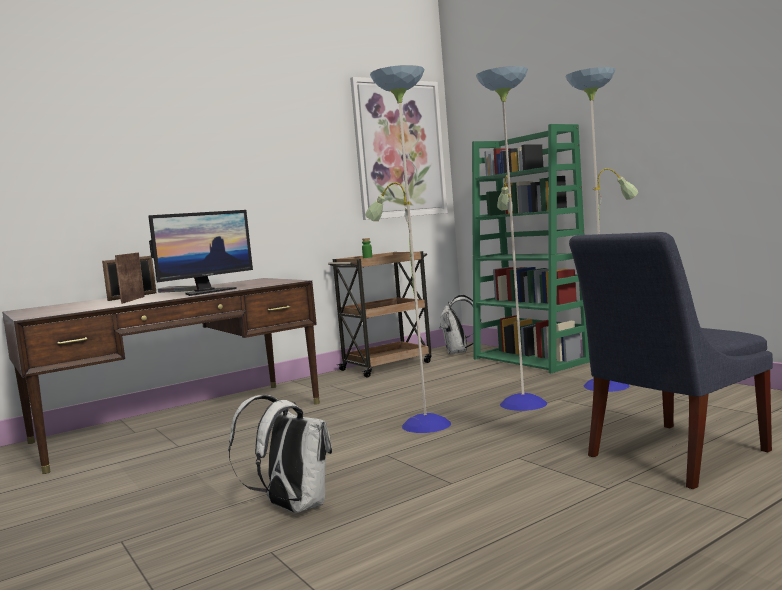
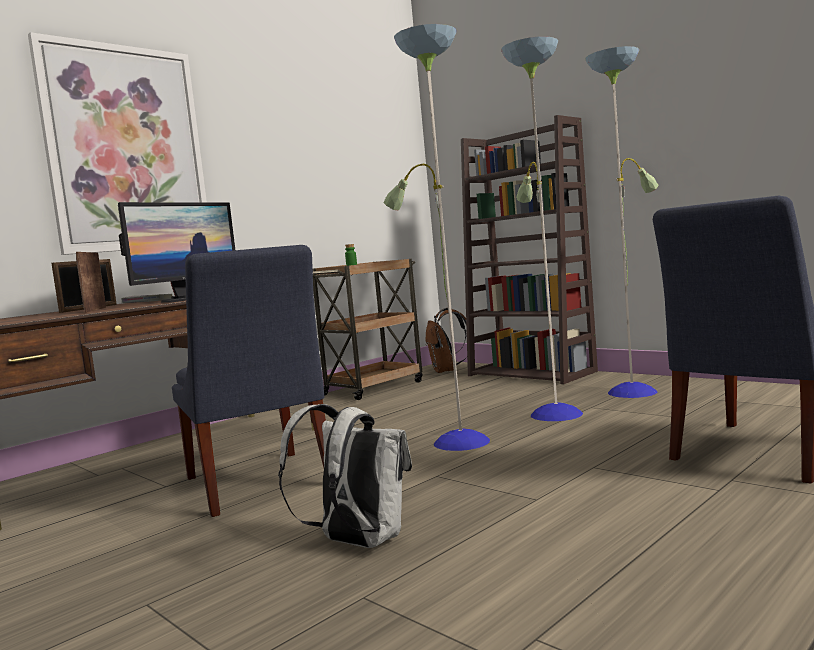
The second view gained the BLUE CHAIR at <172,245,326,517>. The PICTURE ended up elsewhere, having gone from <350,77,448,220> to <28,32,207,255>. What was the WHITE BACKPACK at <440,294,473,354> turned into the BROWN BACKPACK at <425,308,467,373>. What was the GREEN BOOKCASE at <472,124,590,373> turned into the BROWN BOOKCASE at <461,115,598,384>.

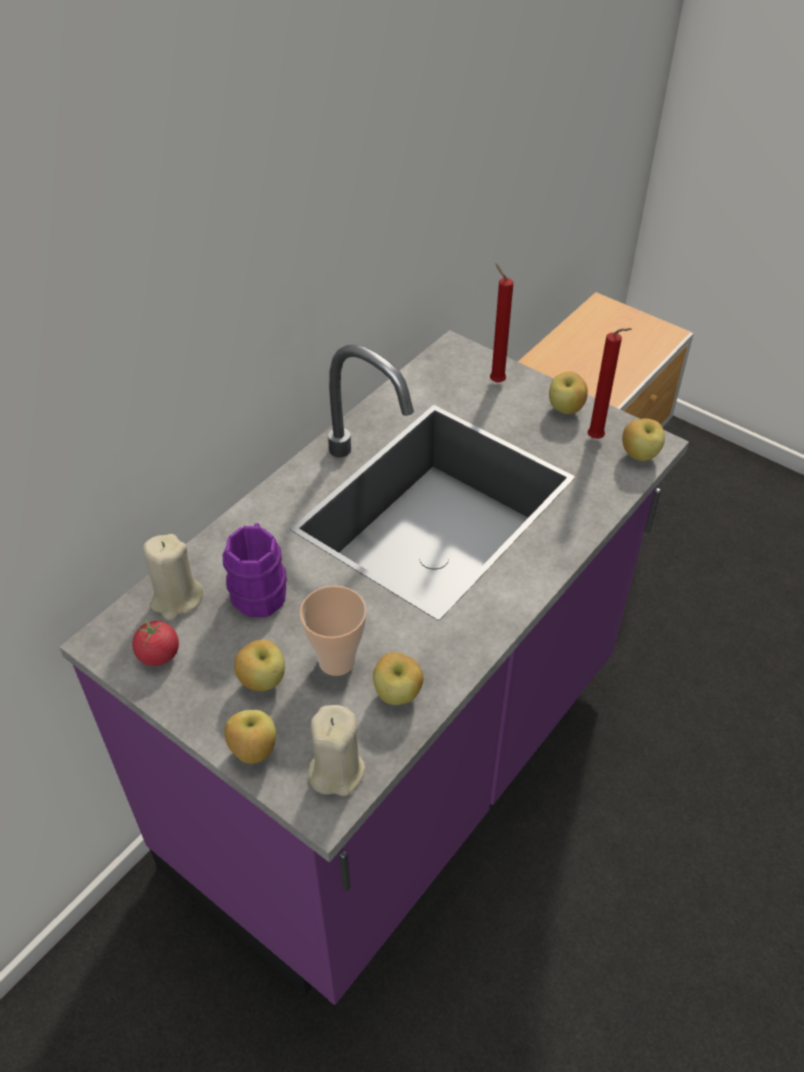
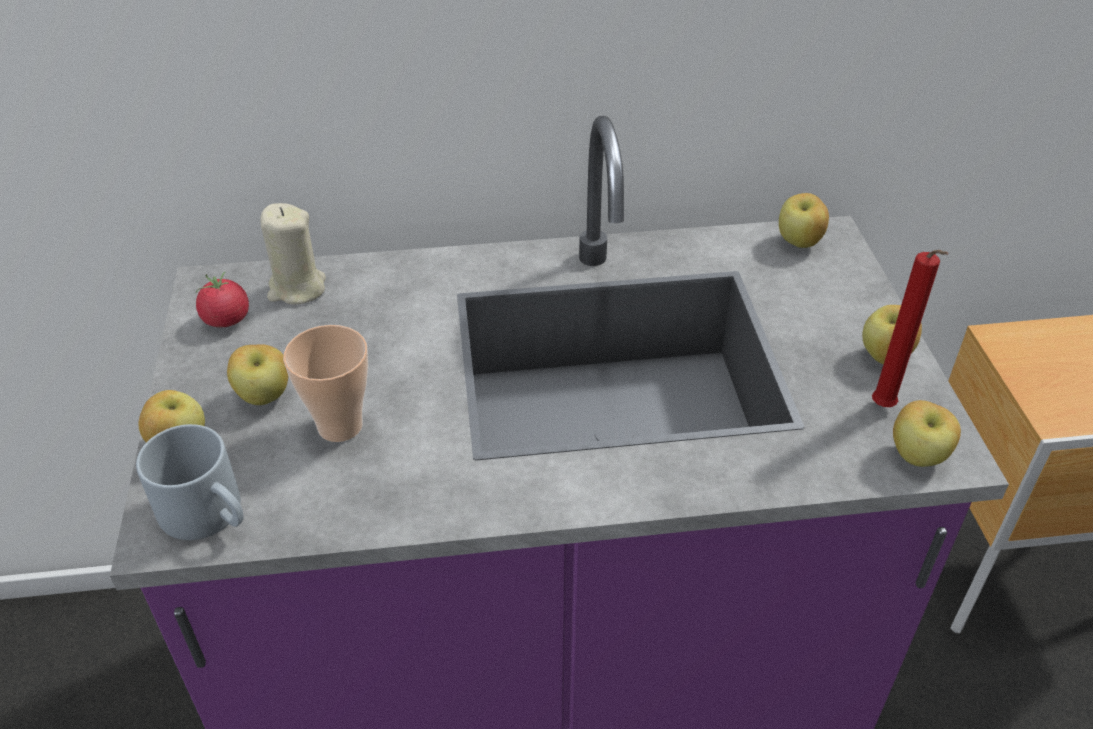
The second view lost the PURPLE MUG at <223,523,287,617>. The second view lost the RED CANDLE at <490,263,513,383>. The APPLE ended up elsewhere, having gone from <373,652,424,705> to <779,193,829,248>. Where the BEIGE CANDLE stood at <309,705,365,796>, the GREY MUG came to stand at <136,424,244,540>.

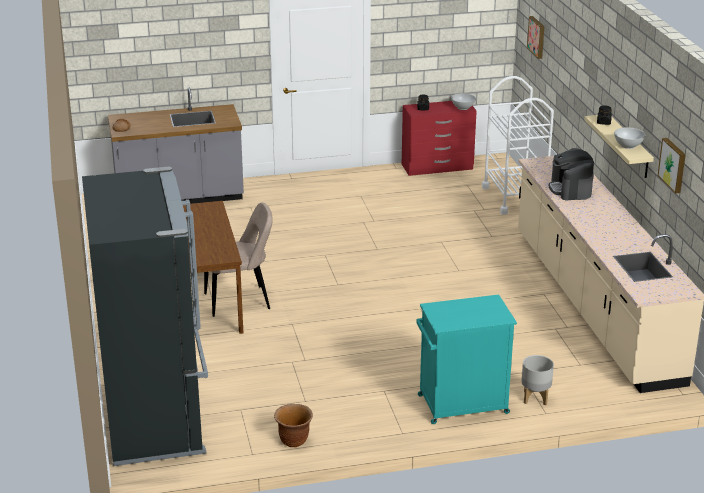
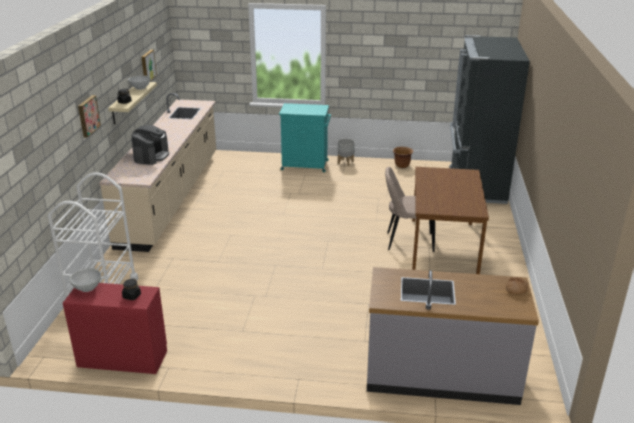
The GREY PLANTER ended up elsewhere, having gone from <521,355,554,405> to <338,138,355,166>. The PICTURE ended up elsewhere, having gone from <527,16,545,59> to <78,95,101,138>.

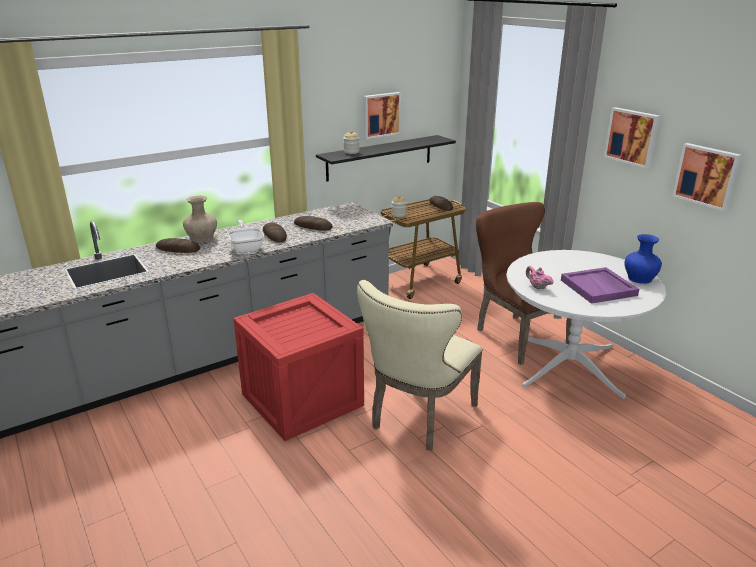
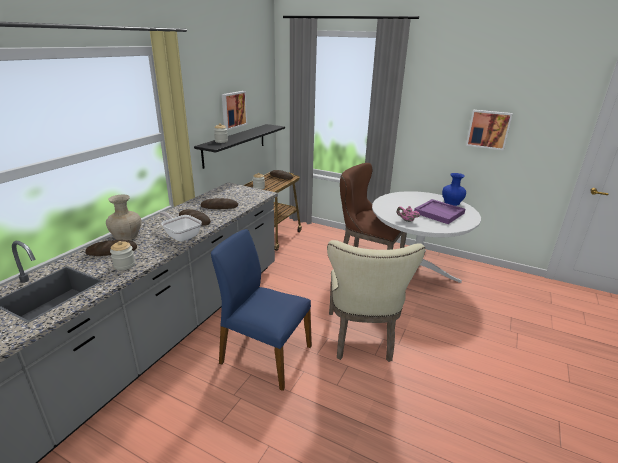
The second view lost the PICTURE at <604,107,660,168>. The second view gained the JAR at <110,241,135,270>. Where the CRATE stood at <233,293,364,441>, the BLUE CHAIR came to stand at <211,229,312,391>.

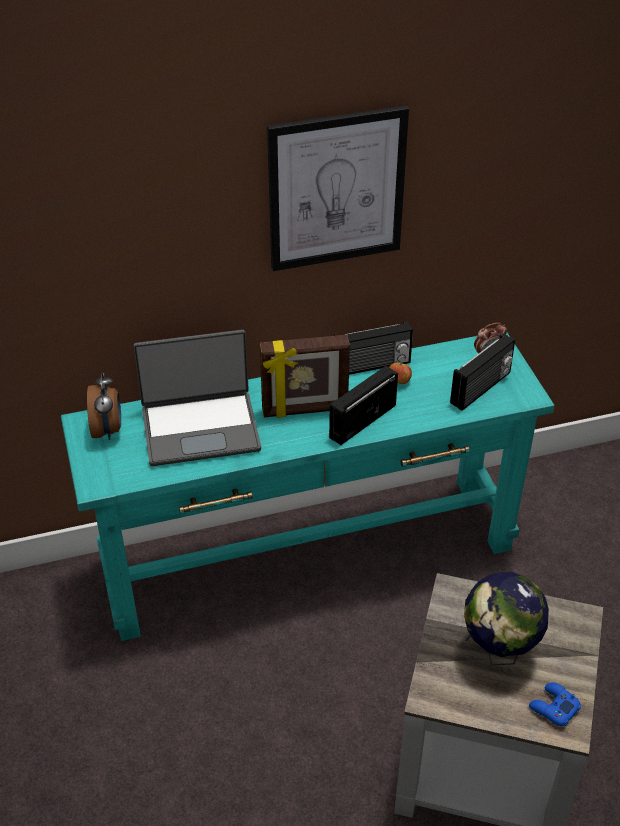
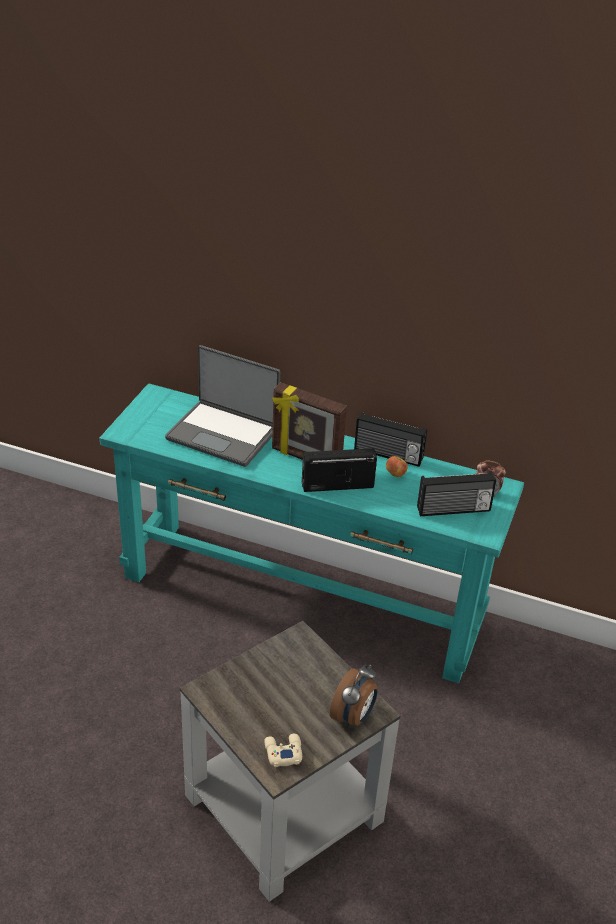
The second view lost the PICTURE at <267,105,409,271>. The second view lost the GLOBE at <464,572,549,665>. The ALARM CLOCK ended up elsewhere, having gone from <87,373,121,440> to <330,664,377,728>. What was the BLUE GAME CONTROLLER at <529,682,581,726> turned into the BEIGE GAME CONTROLLER at <264,734,302,767>.

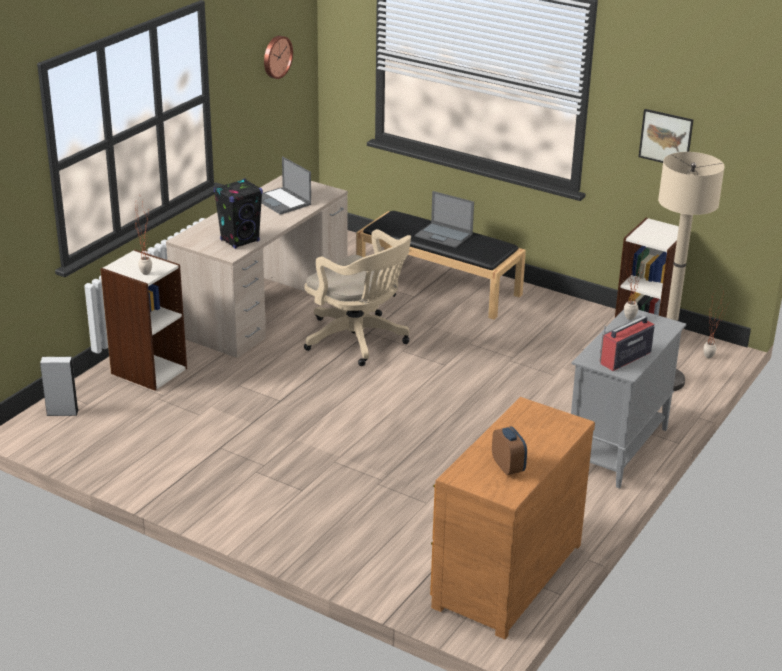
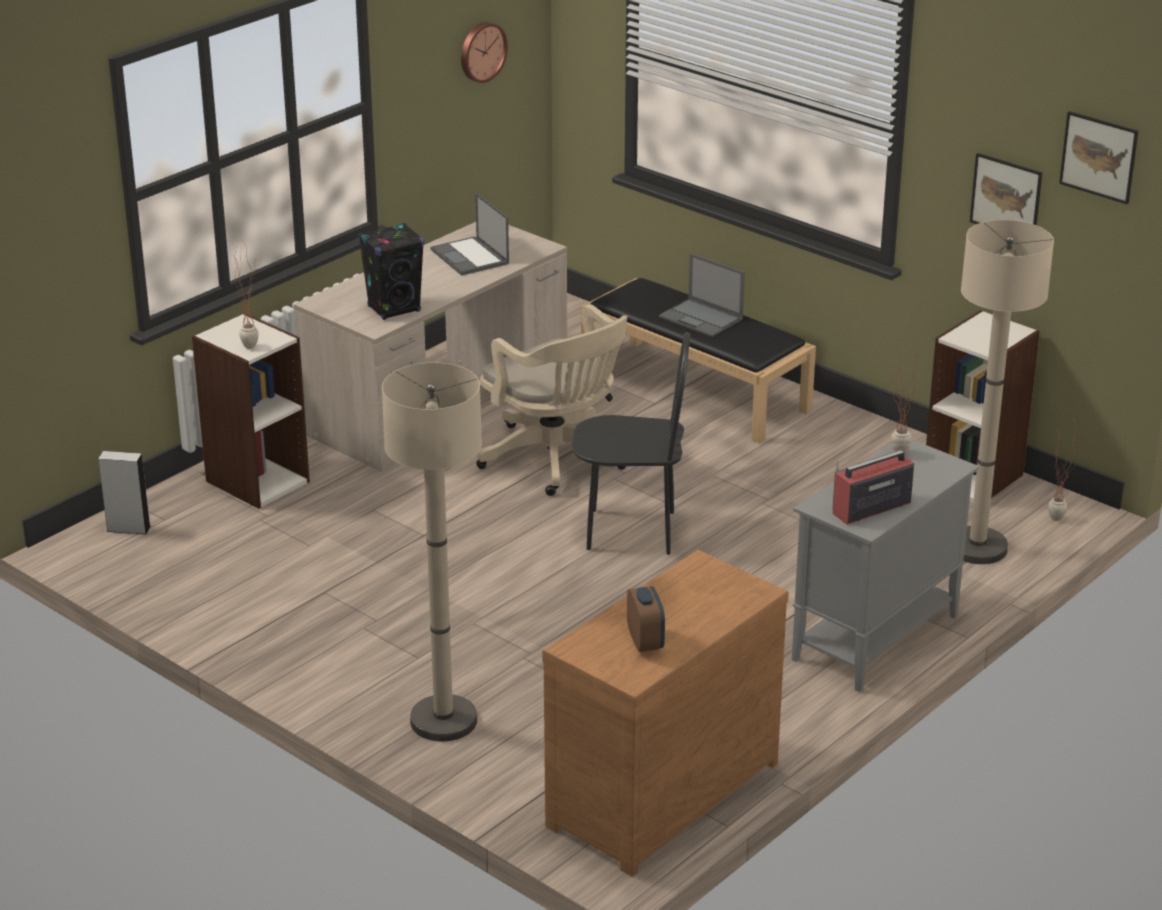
The second view gained the BEIGE FLOOR LAMP at <382,362,482,742>. The second view gained the BLACK CHAIR at <572,332,690,555>. The second view gained the PICTURE at <1059,111,1138,204>.

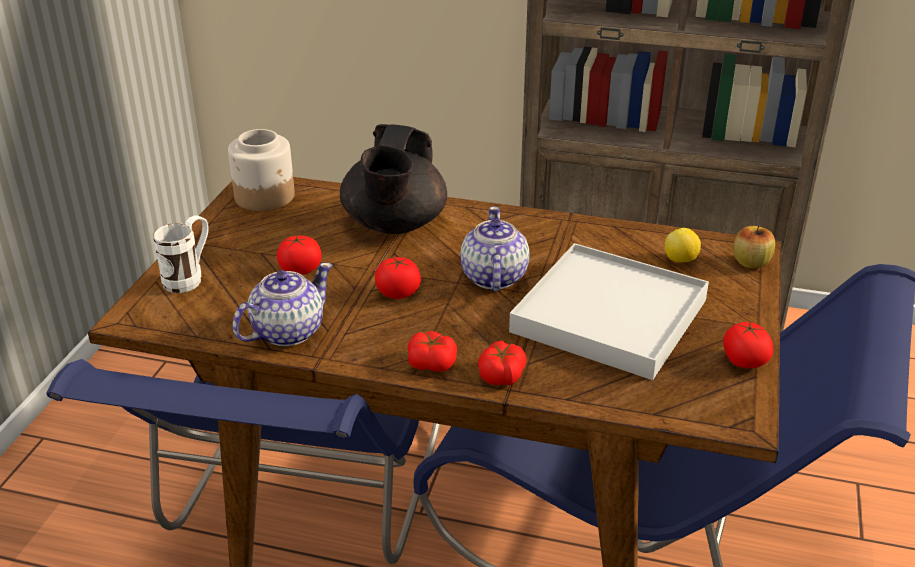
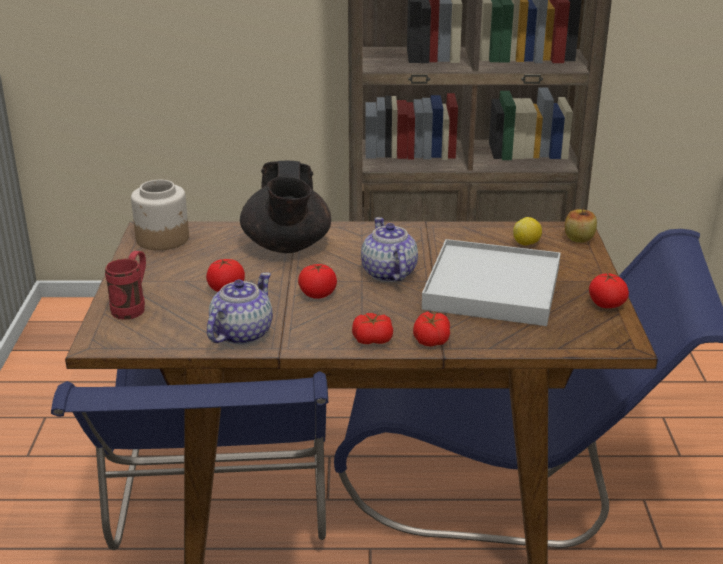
What was the WHITE MUG at <153,216,209,293> turned into the RED MUG at <105,251,146,320>.

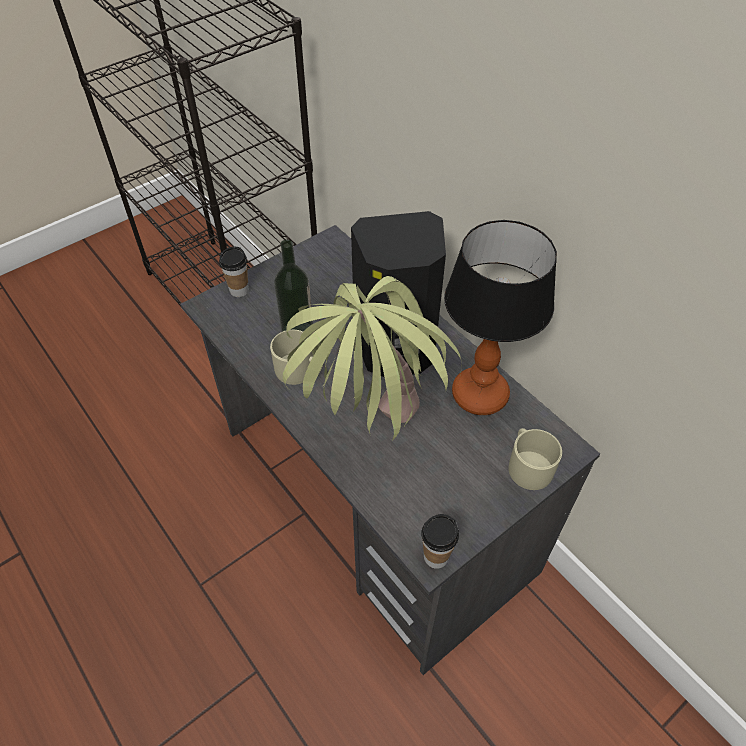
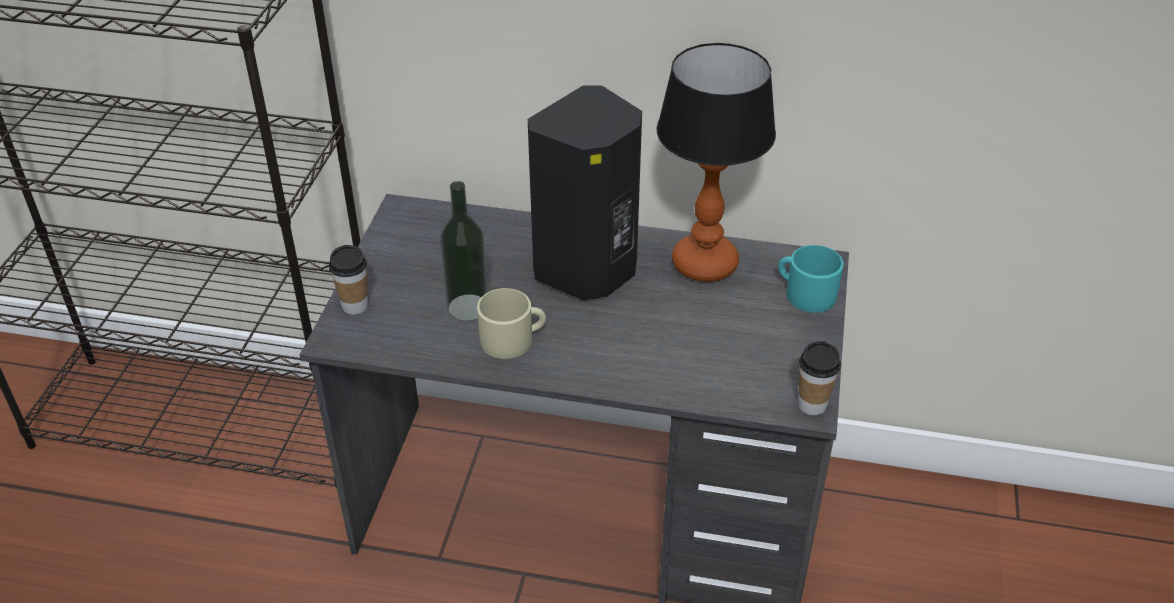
The second view lost the POTTED PLANT at <283,276,462,441>. What was the BEIGE MUG at <509,428,562,490> turned into the TURQUOISE MUG at <778,245,843,313>.

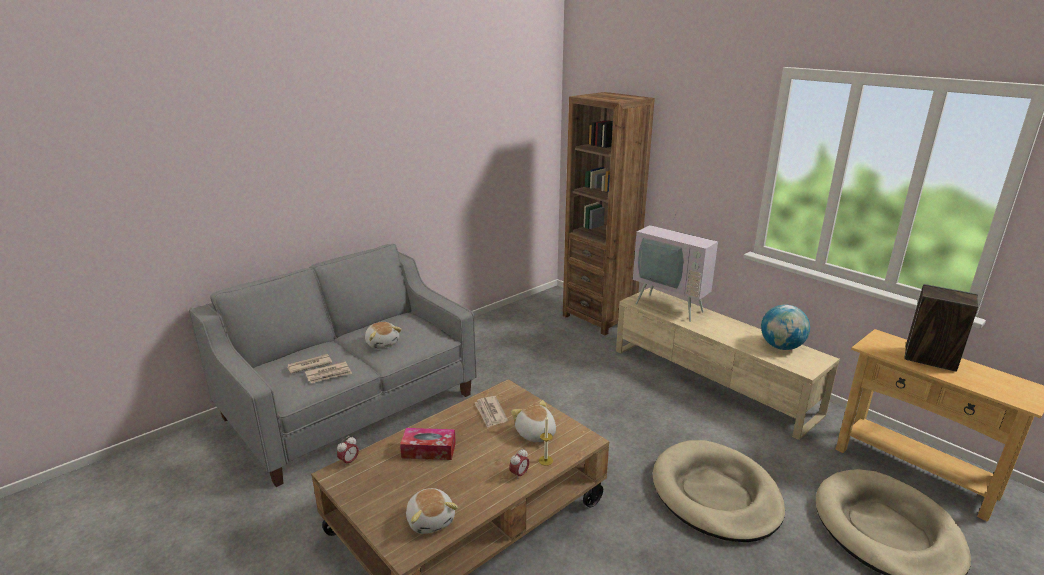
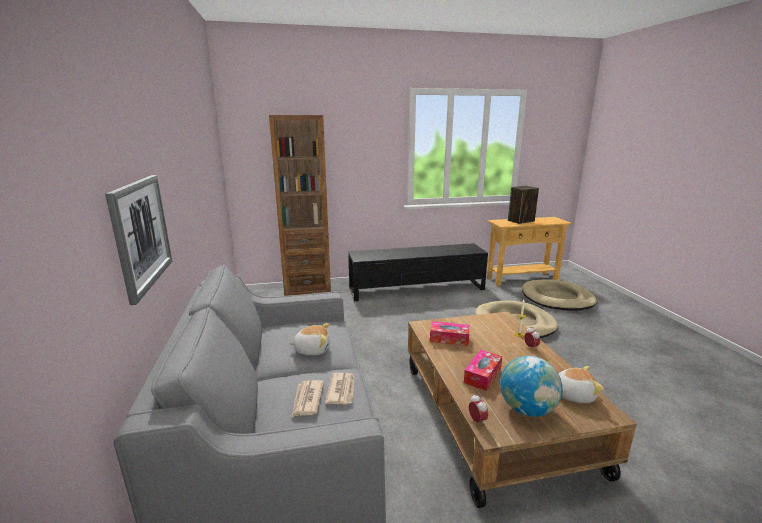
The second view lost the PLUSH TOY at <511,400,556,442>. The second view lost the TELEVISION at <633,194,718,322>. The second view gained the PICTURE at <105,175,172,305>. The GLOBE ended up elsewhere, having gone from <761,305,810,350> to <500,356,563,417>. Where the NEWSPAPER stood at <475,396,508,428>, the TISSUE BOX came to stand at <430,321,469,346>. What was the BEIGE TV STAND at <616,288,840,440> turned into the BLACK TV STAND at <348,243,488,301>.

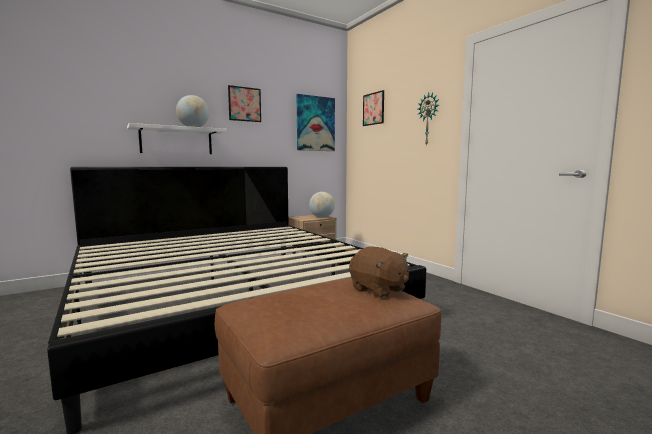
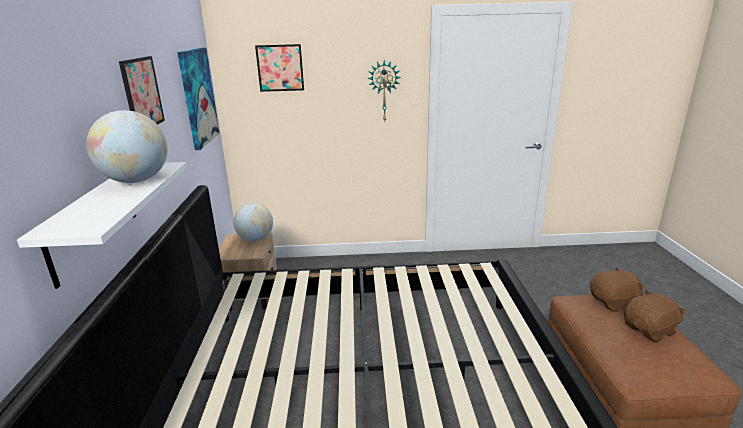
The second view gained the BROWN PLUSH TOY at <624,290,687,343>.

